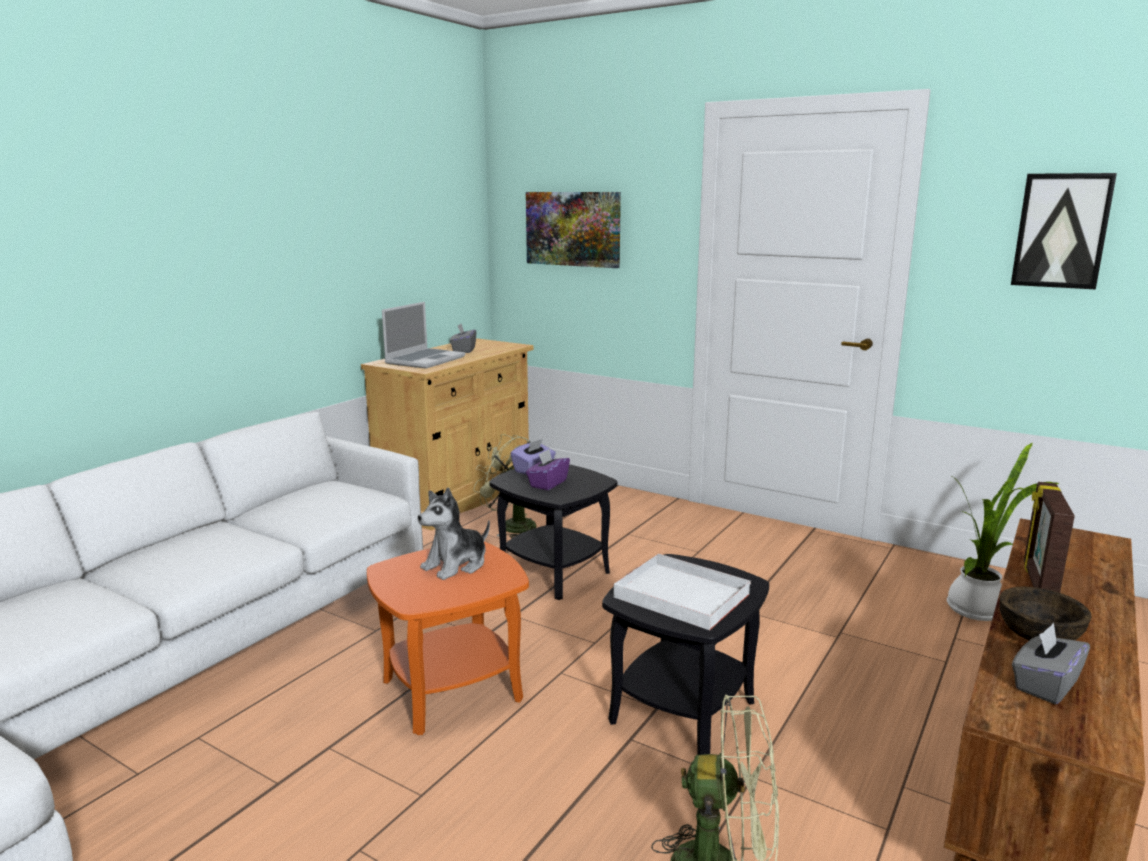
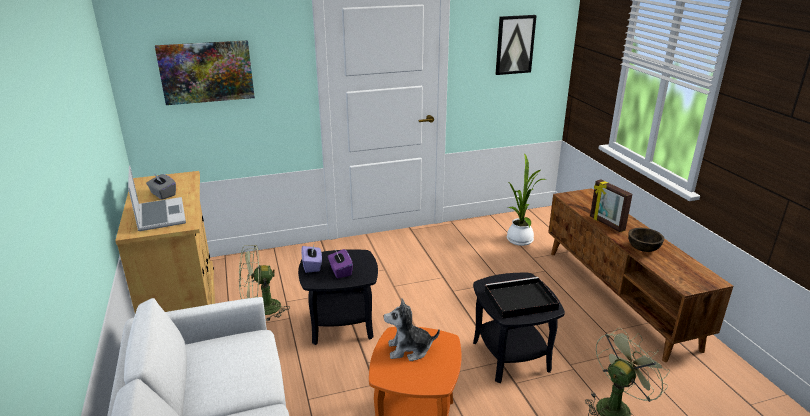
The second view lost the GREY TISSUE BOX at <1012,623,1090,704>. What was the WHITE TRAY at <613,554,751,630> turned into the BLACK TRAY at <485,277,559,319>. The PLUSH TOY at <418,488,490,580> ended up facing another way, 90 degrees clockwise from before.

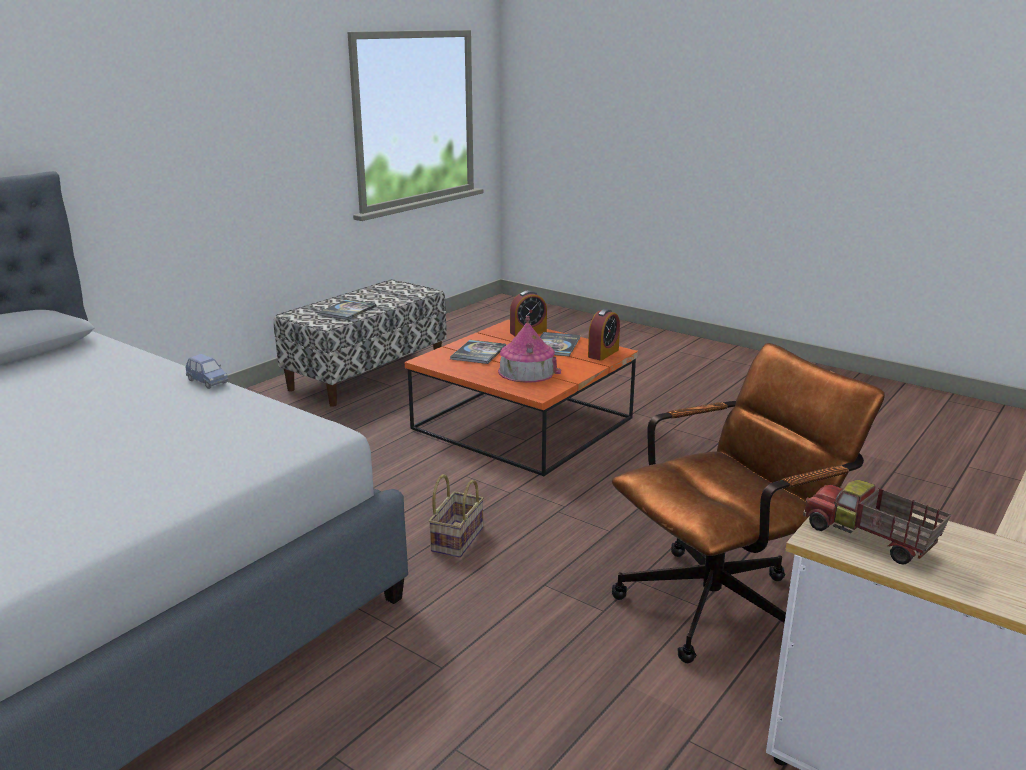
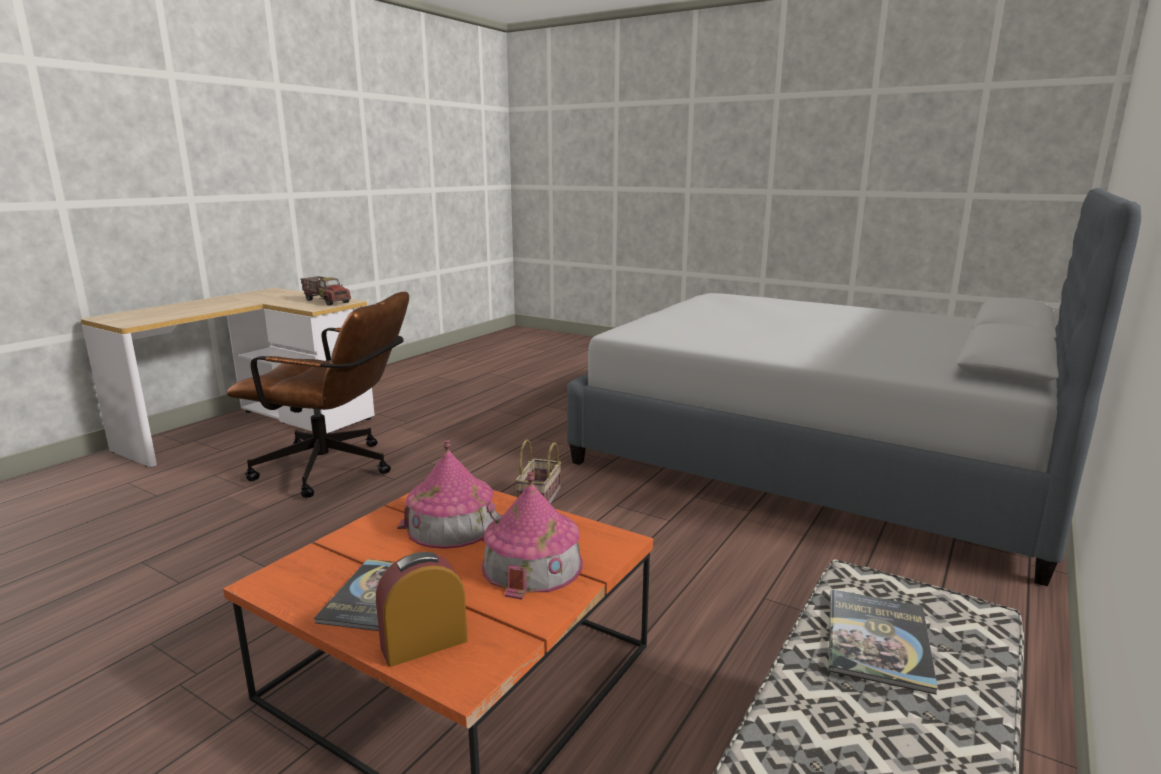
The second view lost the BLUE TOY CAR at <185,354,229,389>. The second view lost the ALARM CLOCK at <588,309,620,361>. Where the BOOK stood at <450,340,506,364>, the TOY HOUSE came to stand at <481,472,583,600>. The BROWN OFFICE CHAIR at <612,343,885,663> ended up facing another way, 135 degrees counterclockwise from before.

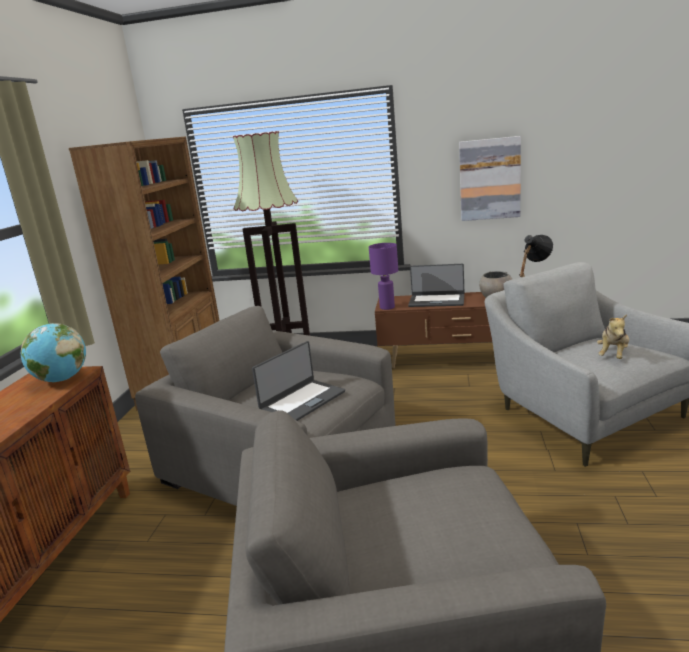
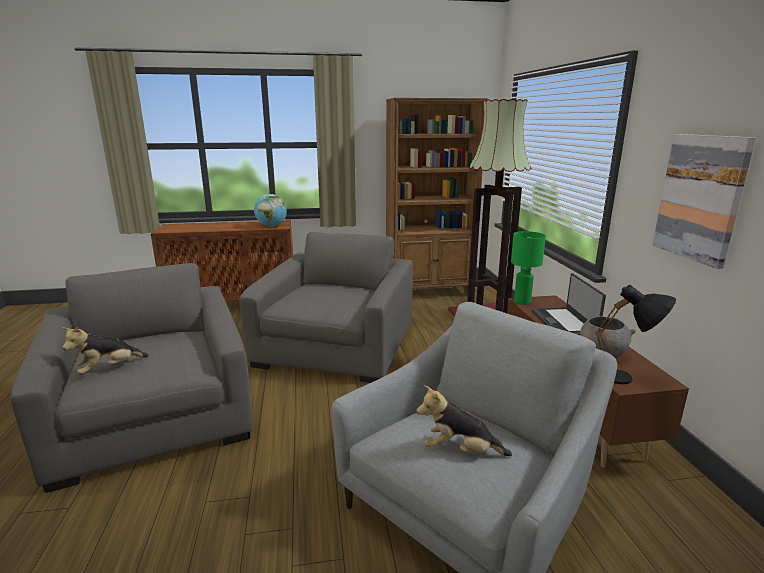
The second view lost the LAPTOP at <252,341,345,421>. The second view gained the PLUSH TOY at <62,327,149,374>. What was the PURPLE TABLE LAMP at <369,243,398,310> turned into the GREEN TABLE LAMP at <511,231,546,305>.

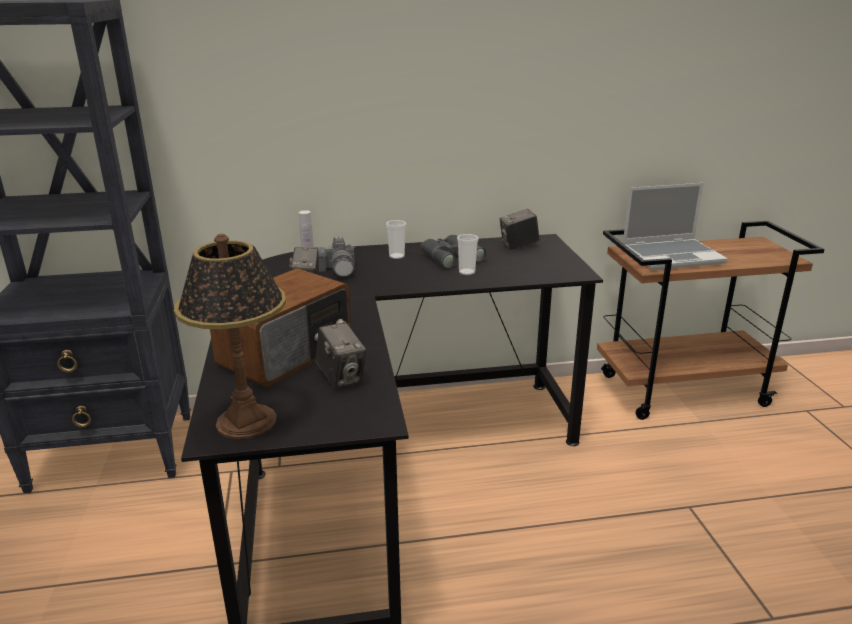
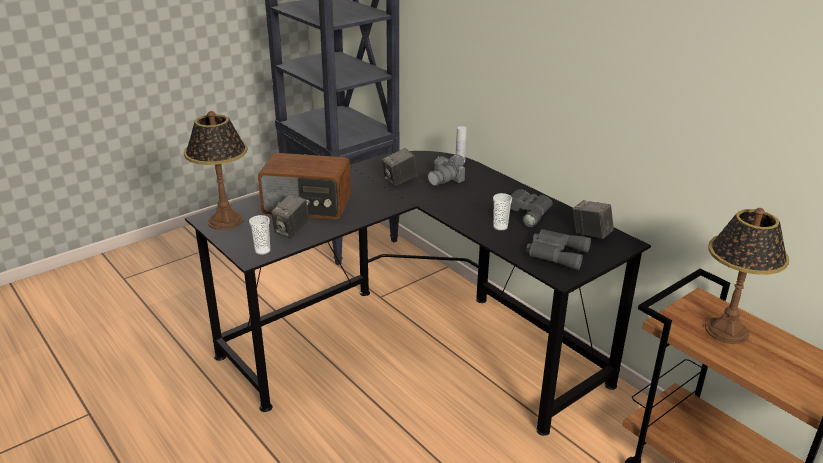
The second view gained the GREY BINOCULARS at <526,229,591,270>. The CUP ended up elsewhere, having gone from <386,220,406,259> to <249,215,270,255>. Where the LAPTOP stood at <623,183,728,270>, the TABLE LAMP came to stand at <705,208,789,344>.

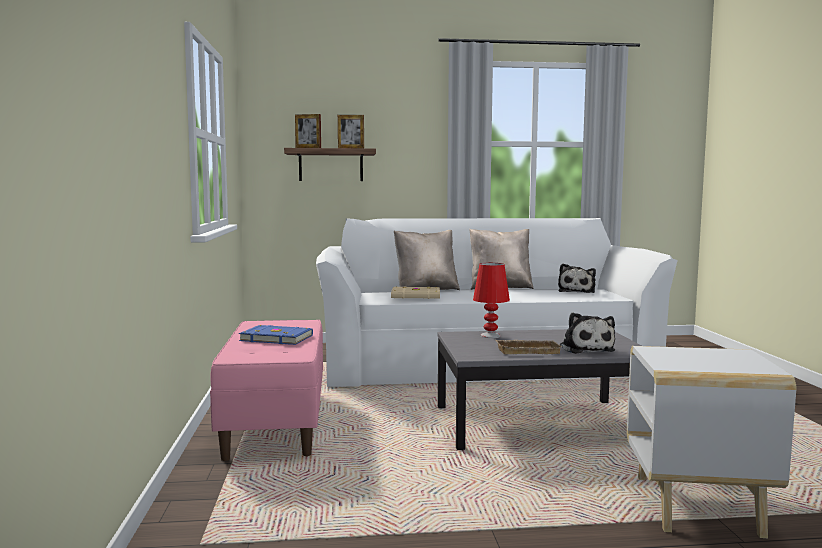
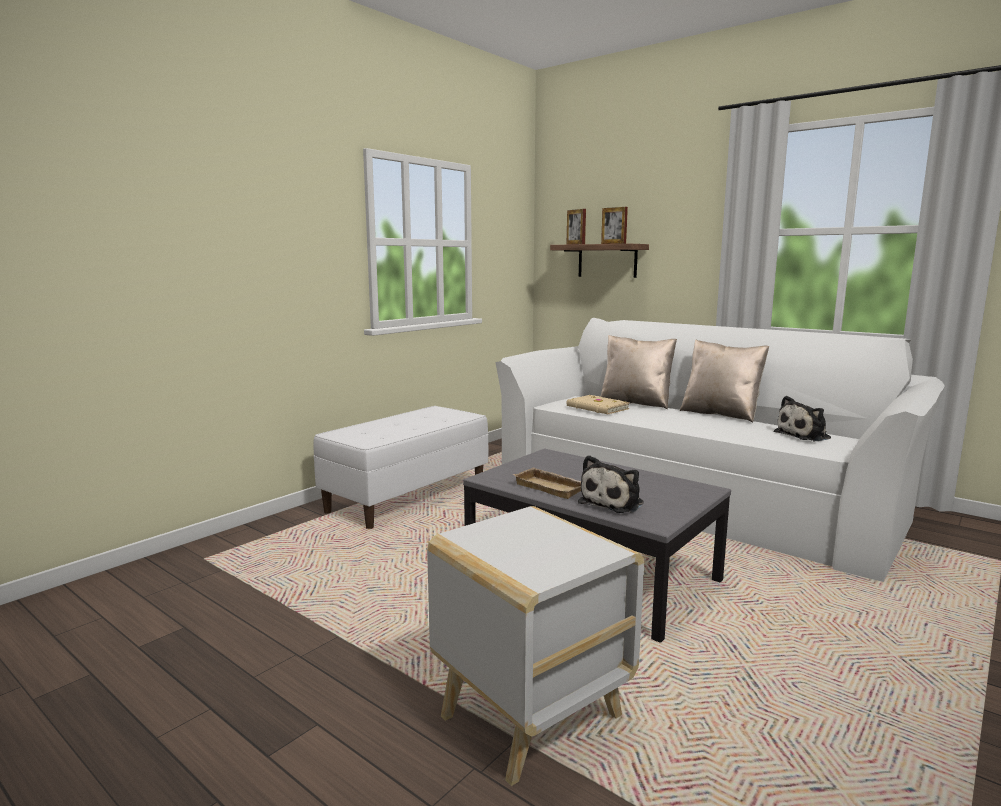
The second view lost the BLUE BOOK at <239,325,313,345>. The second view lost the RED TABLE LAMP at <473,263,510,338>. What was the PINK BENCH at <210,320,323,461> turned into the WHITE BENCH at <313,406,489,529>.

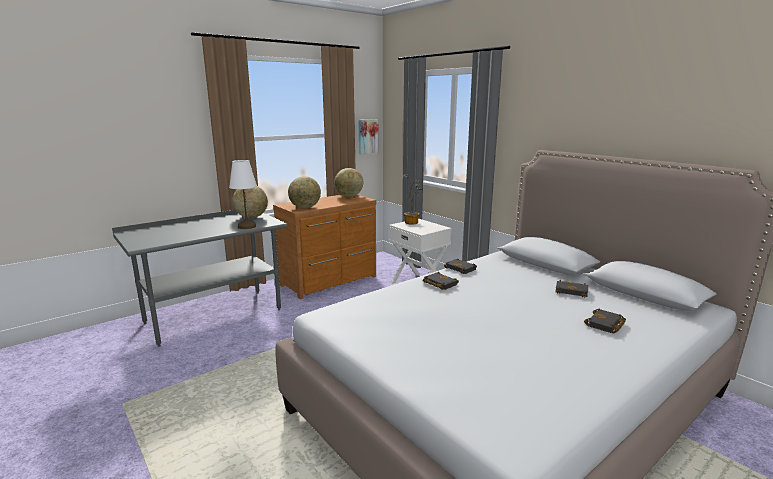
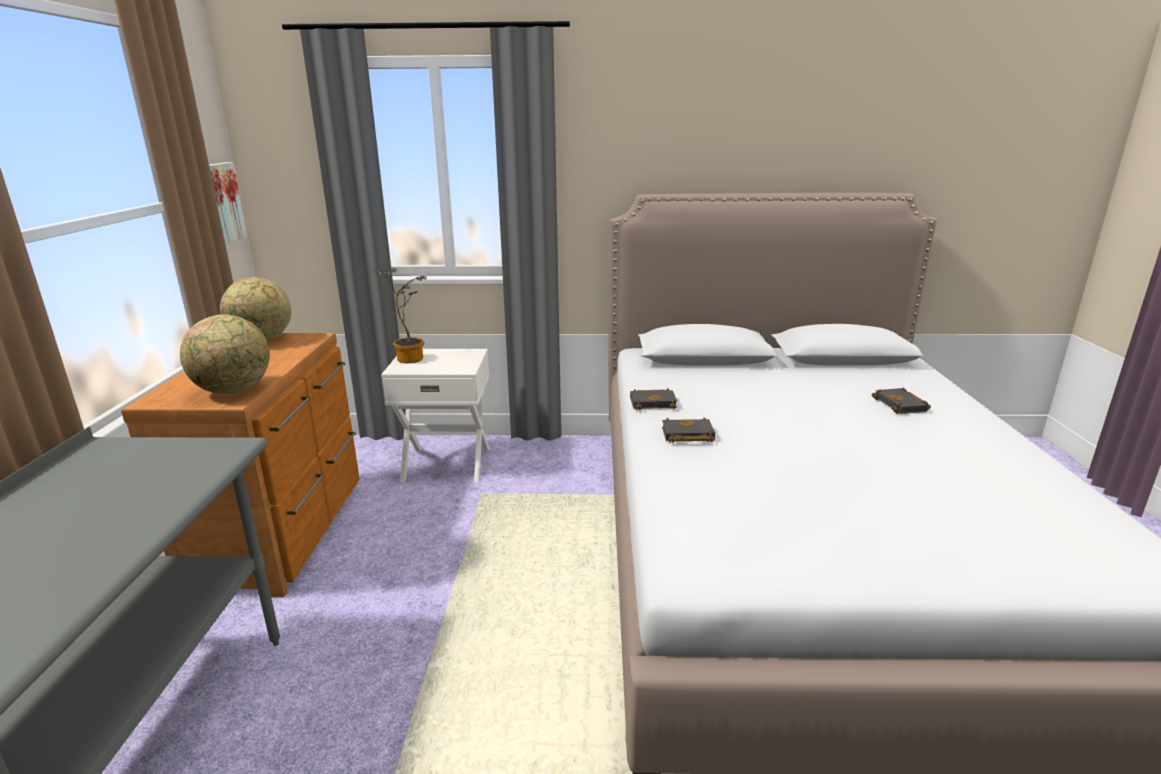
The second view lost the WHITE TABLE LAMP at <229,160,257,229>. The second view lost the GLOBE at <232,186,268,218>. The second view lost the BLACK BOOK at <555,280,588,297>.

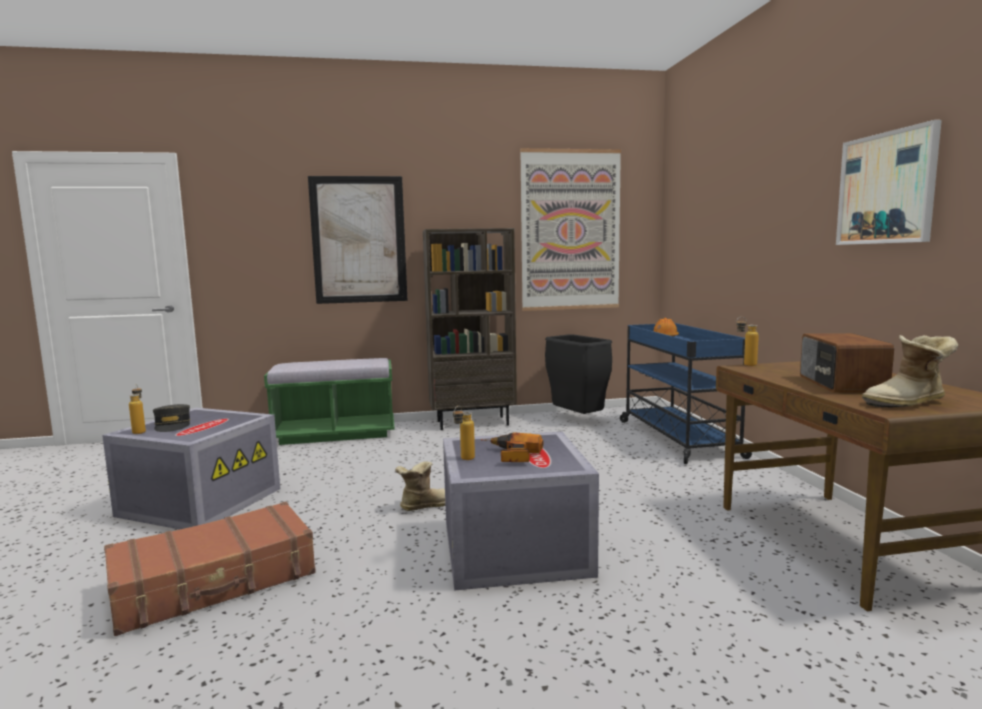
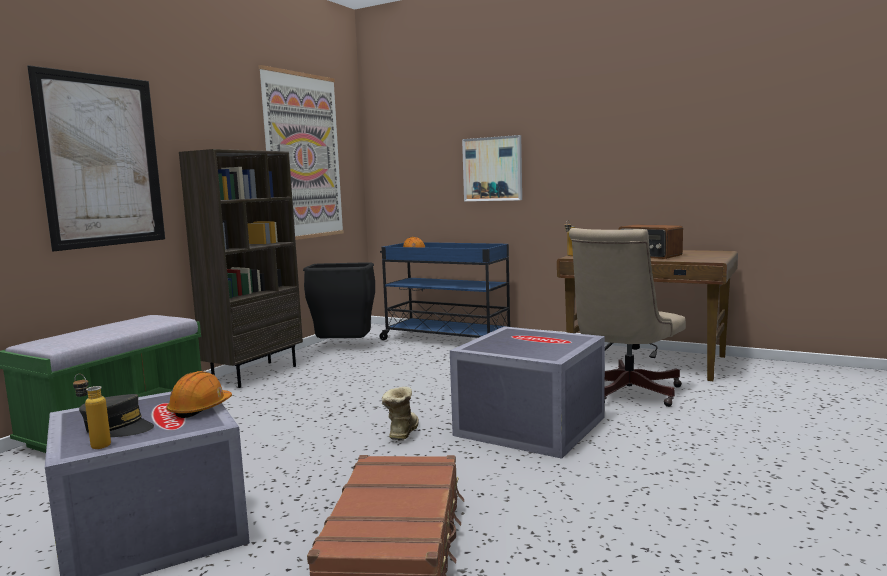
The second view lost the BOTTLE at <453,406,475,460>. The second view lost the POWER DRILL at <481,432,543,462>. The second view lost the BOOT at <862,335,958,408>. The second view gained the ORANGE HARD HAT at <166,371,232,418>. The second view gained the BEIGE OFFICE CHAIR at <569,228,686,407>. The PICTURE ended up elsewhere, having gone from <836,120,942,245> to <462,135,522,201>.

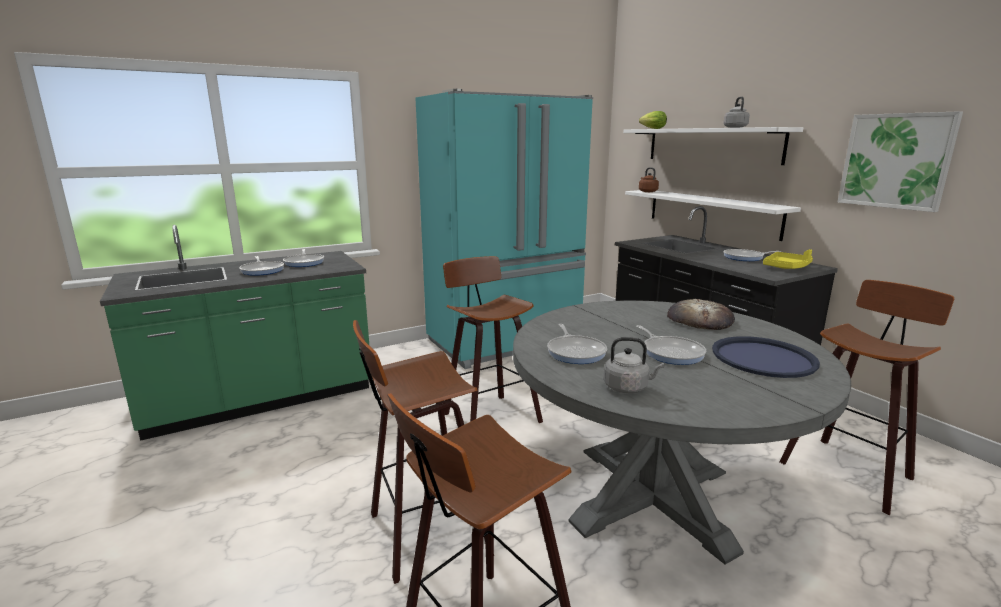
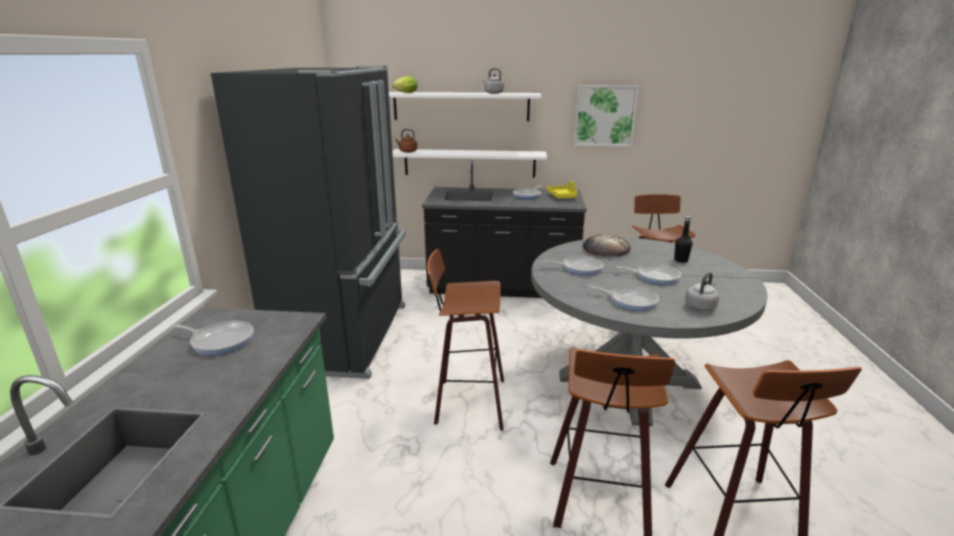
The FRYING PAN ended up elsewhere, having gone from <239,256,284,276> to <543,256,604,275>. Where the BLUE TRAY stood at <712,336,820,378>, the BLACK BOTTLE came to stand at <674,216,693,263>. What was the TURQUOISE FRIDGE at <416,89,593,369> turned into the BLACK FRIDGE at <211,66,406,379>.

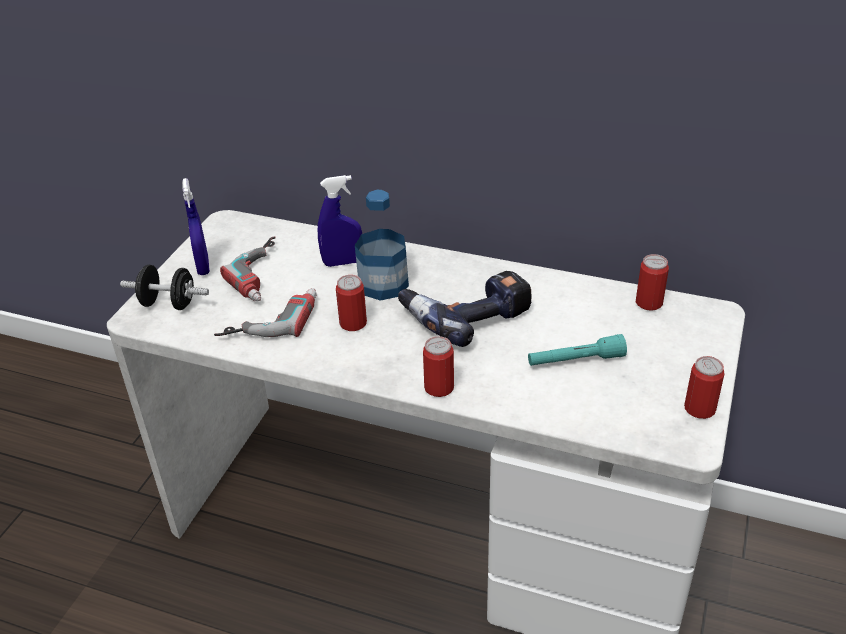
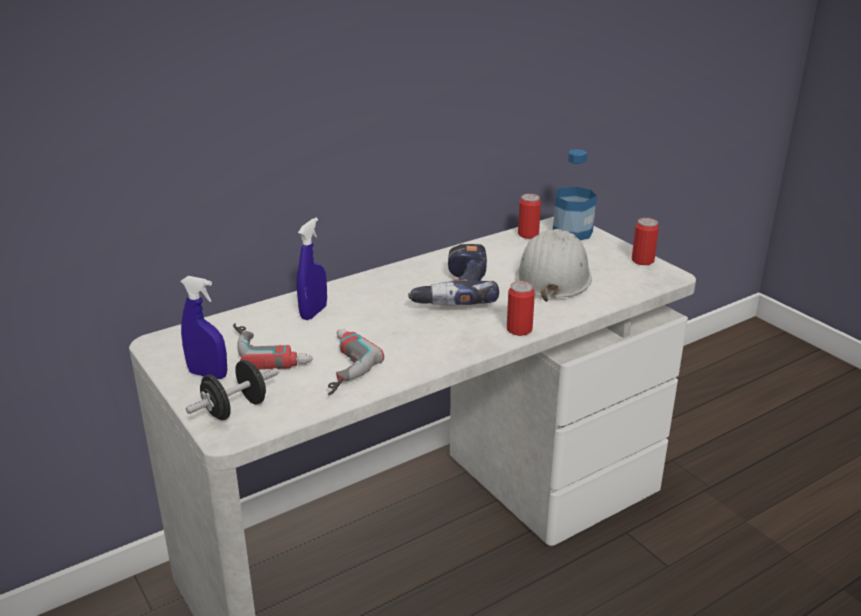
The second view lost the CAN at <336,275,367,331>. The BOTTLE ended up elsewhere, having gone from <355,190,409,301> to <553,149,597,240>. Where the TURQUOISE FLASHLIGHT stood at <528,334,627,366>, the WHITE HARD HAT came to stand at <515,229,592,302>.

